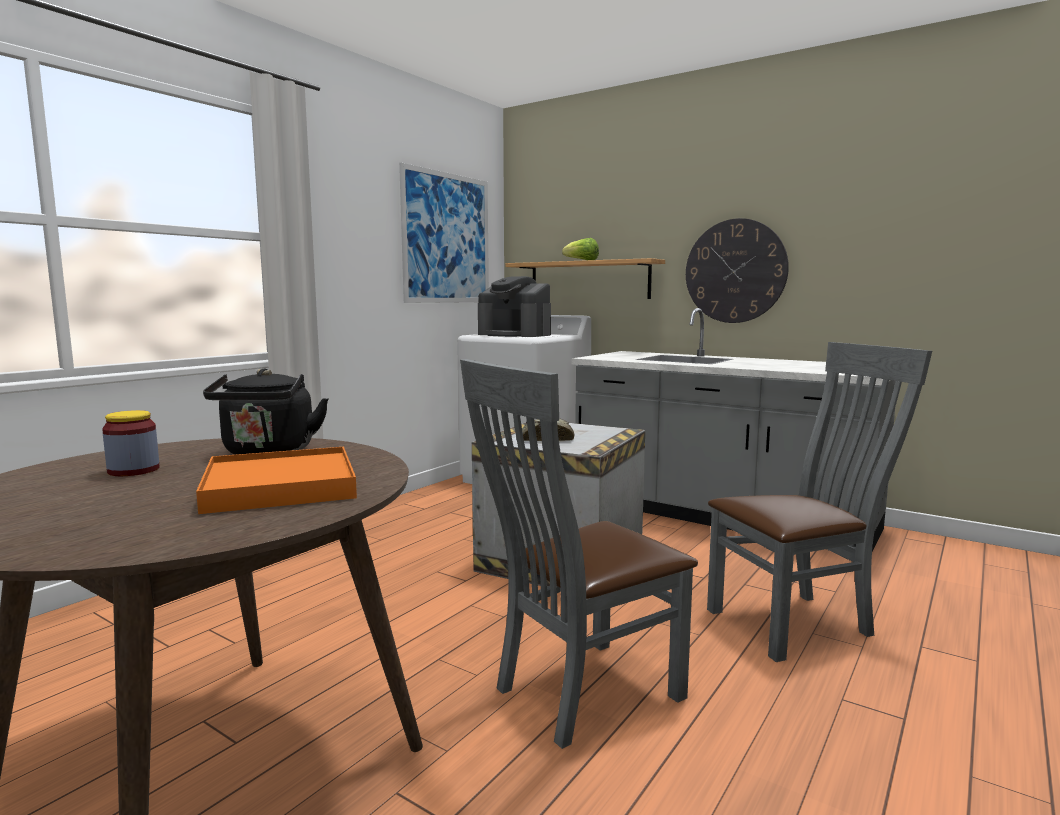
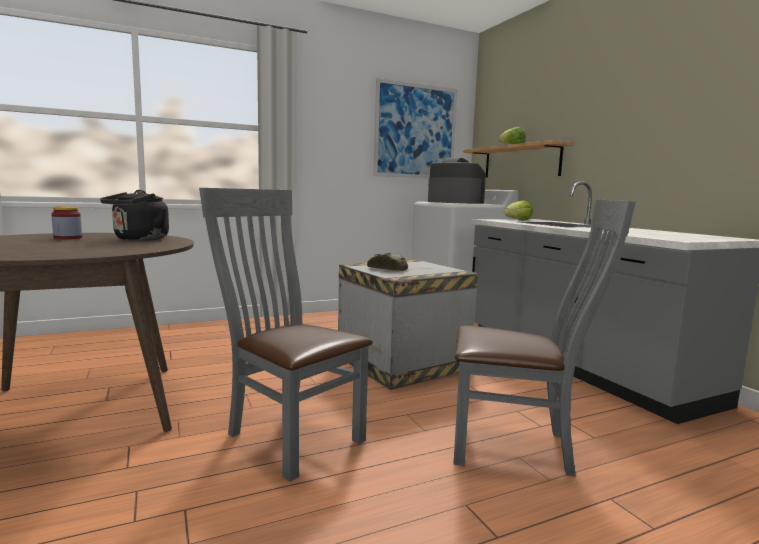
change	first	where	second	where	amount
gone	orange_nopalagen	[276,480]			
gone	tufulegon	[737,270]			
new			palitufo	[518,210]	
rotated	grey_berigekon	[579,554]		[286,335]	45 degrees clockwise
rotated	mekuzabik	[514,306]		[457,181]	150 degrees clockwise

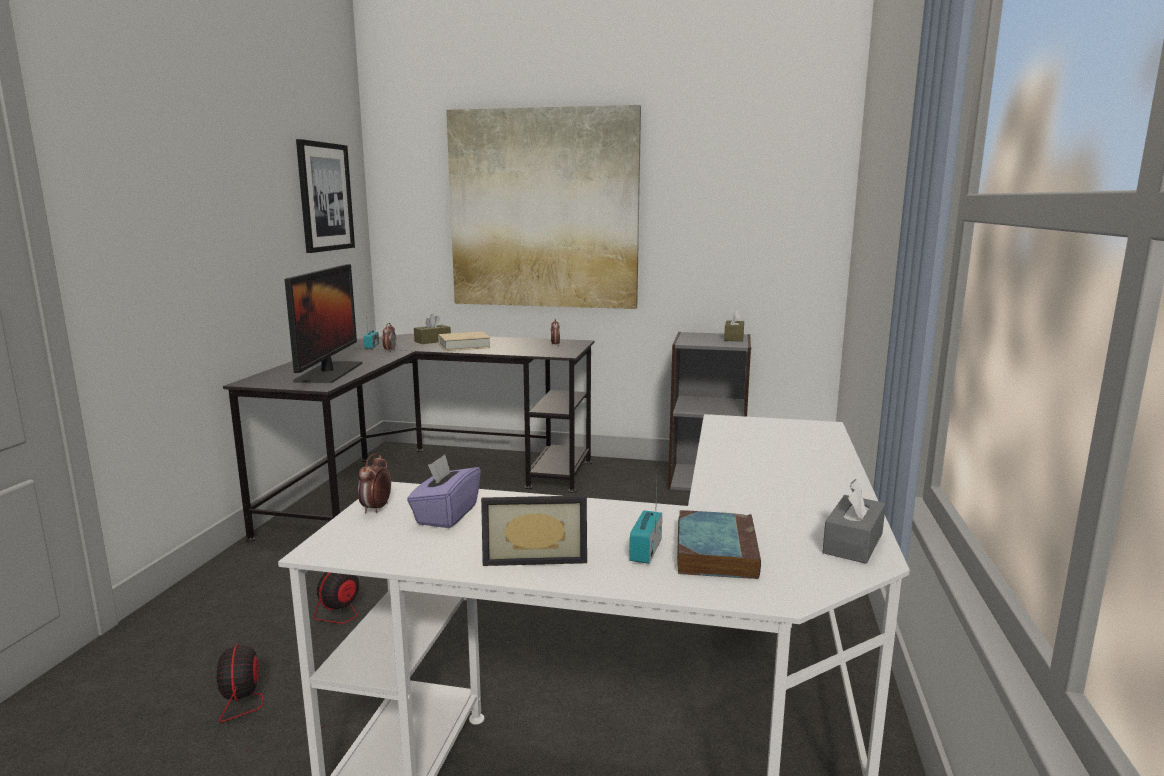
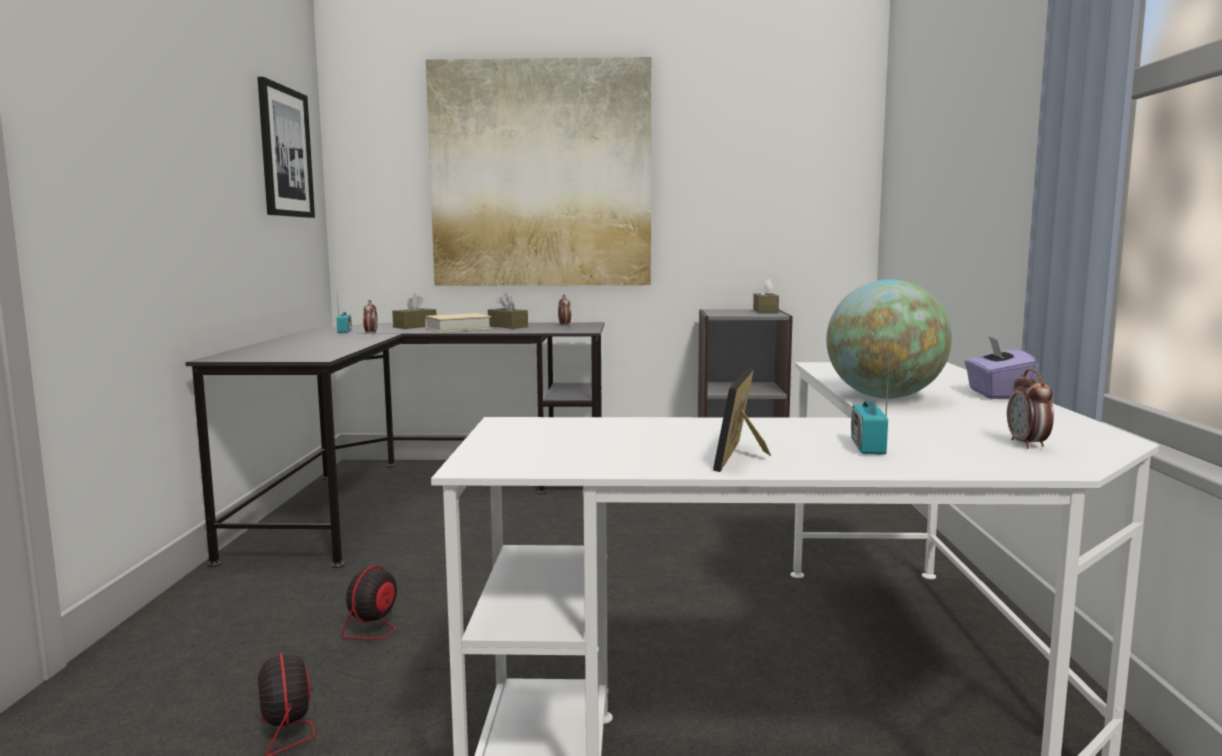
change	first	where	second	where	amount
gone	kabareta	[323,323]			
gone	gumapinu	[719,544]			
gone	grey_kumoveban	[854,521]			
new			brown_kumoveban	[508,311]	
new			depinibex	[889,339]	
shifted	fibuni	[374,483]		[1030,409]	
shifted	purple_kumoveban	[444,491]		[1001,367]	
rotated	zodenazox	[534,530]		[742,420]	120 degrees clockwise

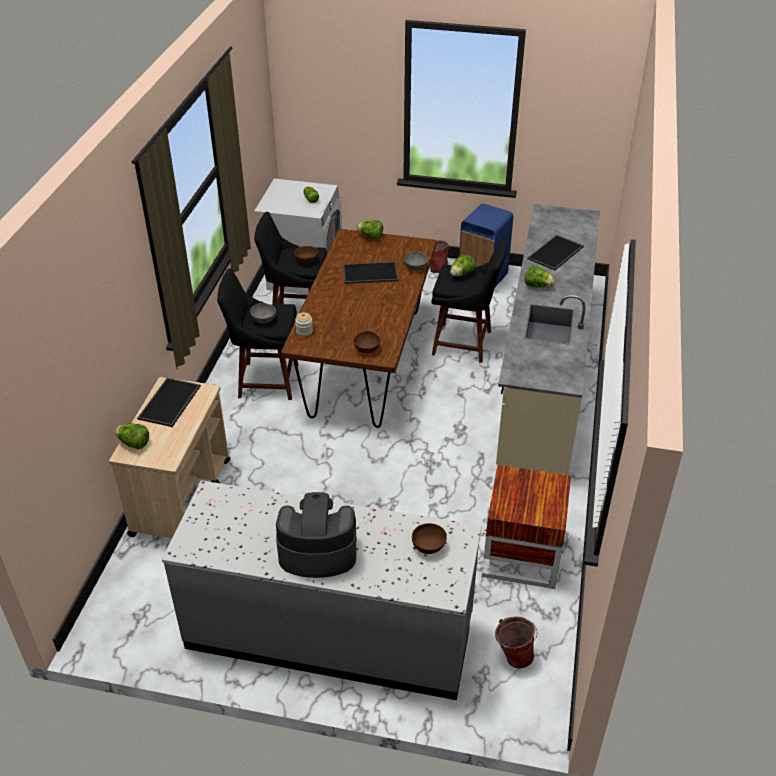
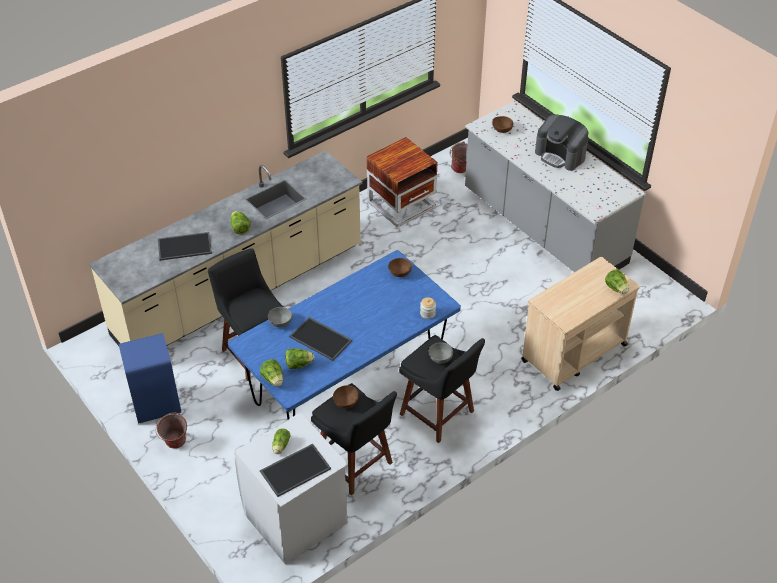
change	first	where	second	where	amount
shifted	nopalagen	[169,402]		[295,470]	
shifted	palitufo	[462,265]		[299,358]	
repainted	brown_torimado	[358,328]	blue_torimado	[344,334]	

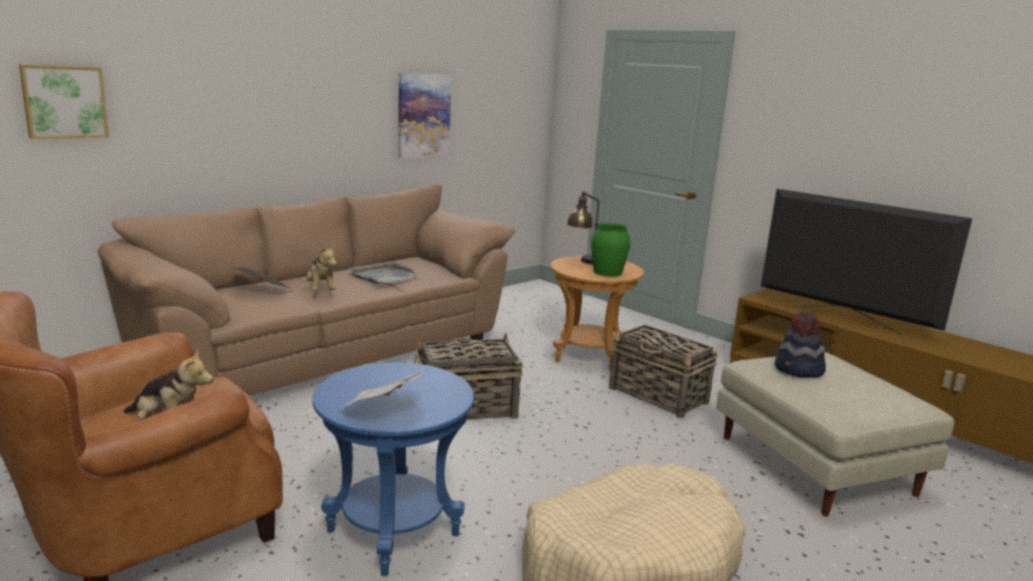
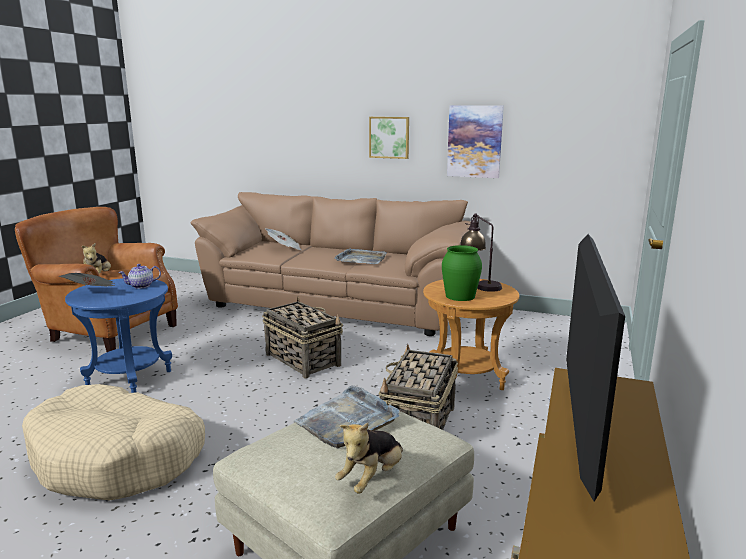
change	first	where	second	where	amount
new			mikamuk	[139,276]	
shifted	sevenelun	[64,101]		[389,138]	
shifted	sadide	[319,267]		[369,458]	
swapped	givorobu	[800,345]	grey_nopalagen	[346,417]	

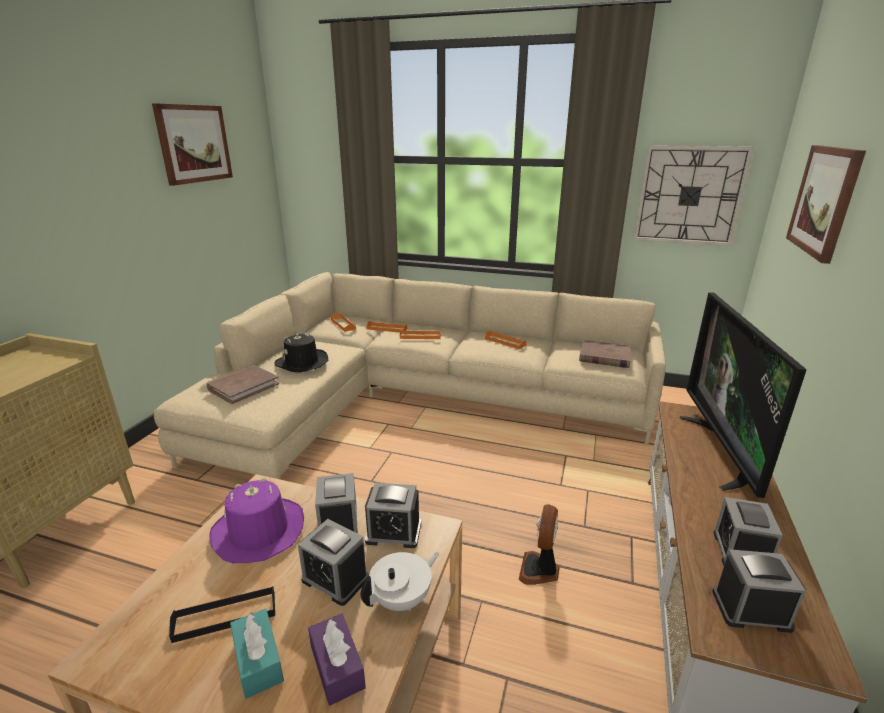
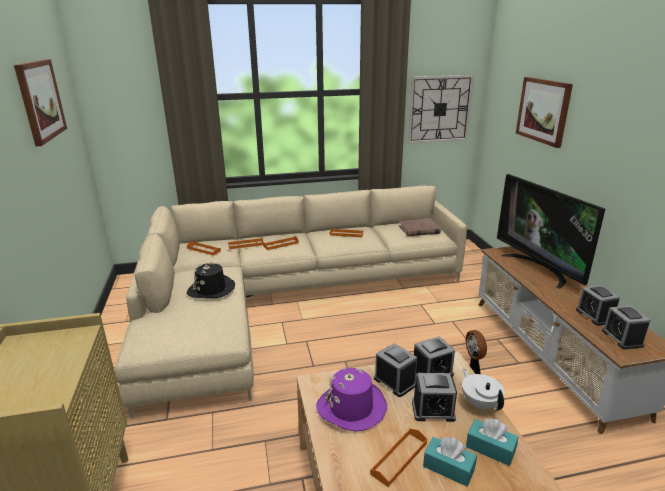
change	first	where	second	where	amount
gone	brown_gumapinu	[243,384]			
repainted	black_nopalagen	[222,614]	orange_nopalagen	[398,458]	
repainted	purple_kumoveban	[337,660]	turquoise_kumoveban	[492,442]	
rotated	white_mikamuk	[400,581]		[483,390]	45 degrees counterclockwise
rotated	fibuni	[759,591]		[626,328]	75 degrees counterclockwise

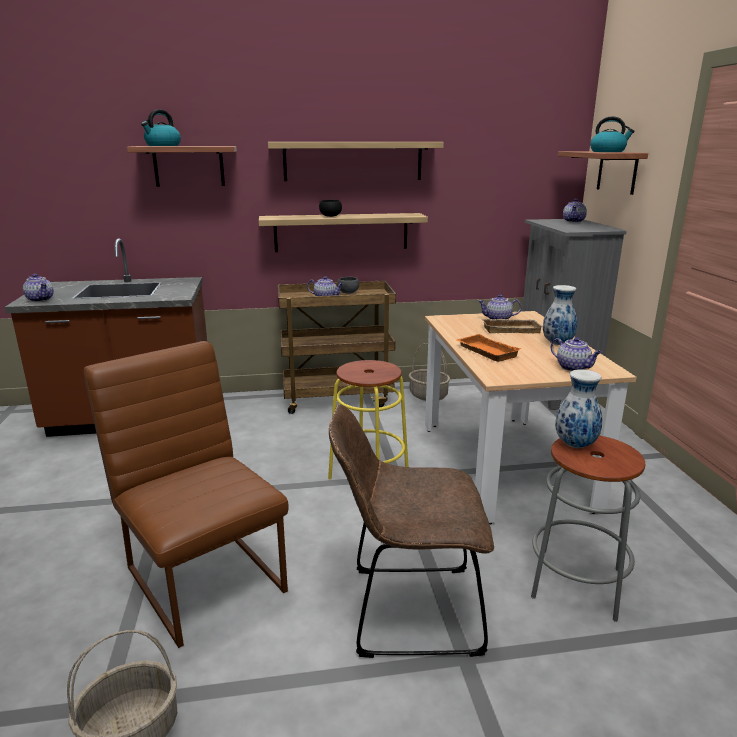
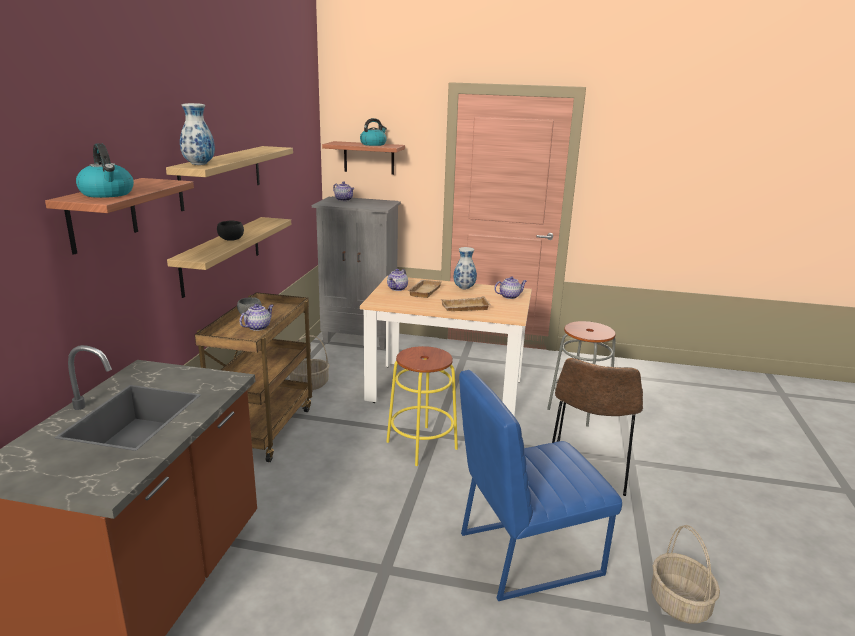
change	first	where	second	where	amount
gone	mikamuk	[38,288]			
shifted	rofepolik	[578,408]		[197,134]	
repainted	brown_berigekon	[186,494]	blue_berigekon	[540,485]	
repainted	orange_nopalagen	[489,348]	beige_nopalagen	[466,303]	

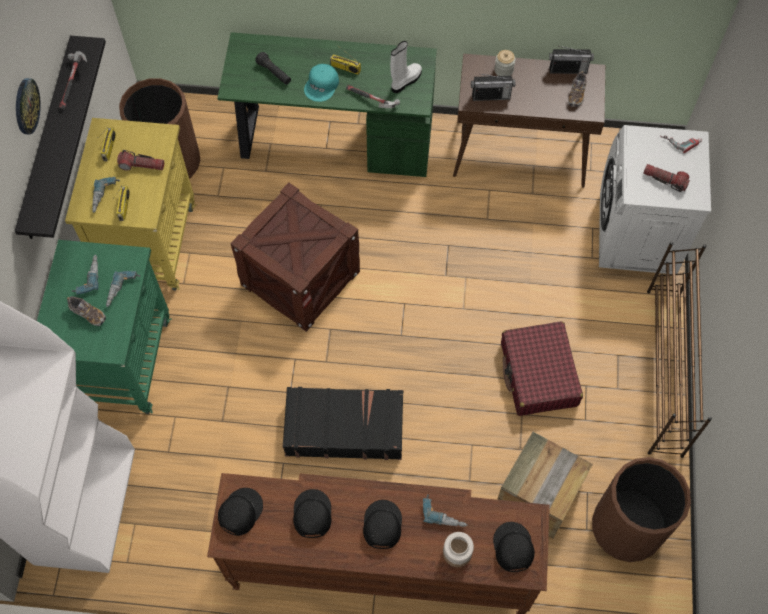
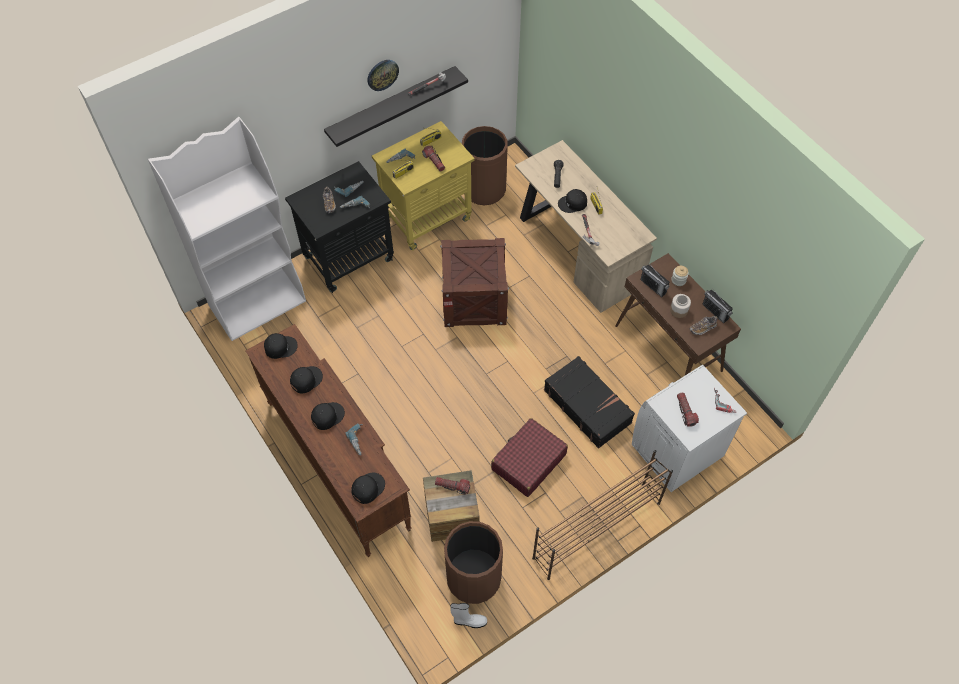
change	first	where	second	where	amount
new			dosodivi	[452,486]	
shifted	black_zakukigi	[343,423]		[589,402]	
shifted	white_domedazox	[406,67]		[468,615]	
shifted	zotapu	[458,549]		[680,306]	
repainted	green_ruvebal	[104,327]	black_ruvebal	[339,227]	
repainted	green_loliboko	[327,104]	beige_loliboko	[586,226]	
repainted	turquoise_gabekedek	[321,83]	black_gabekedek	[572,201]	

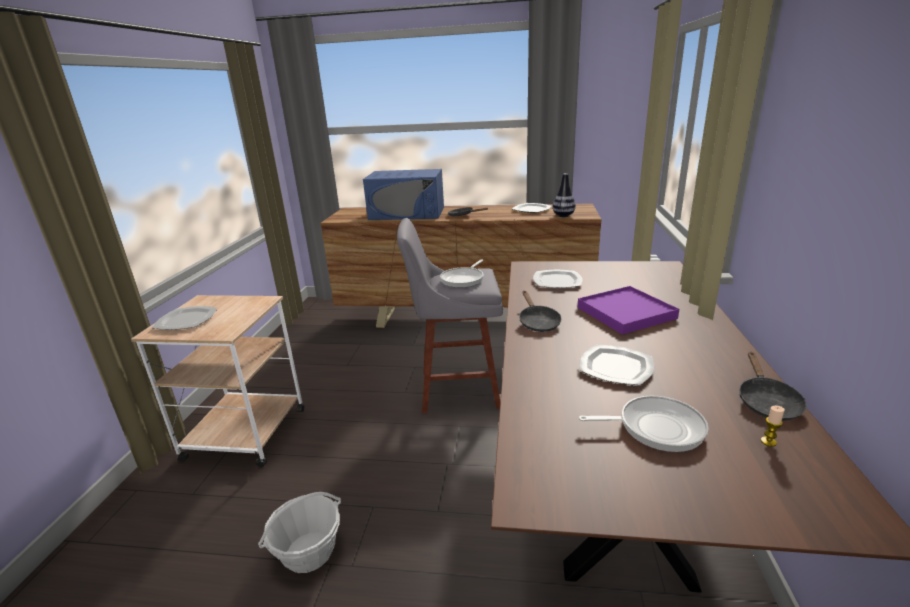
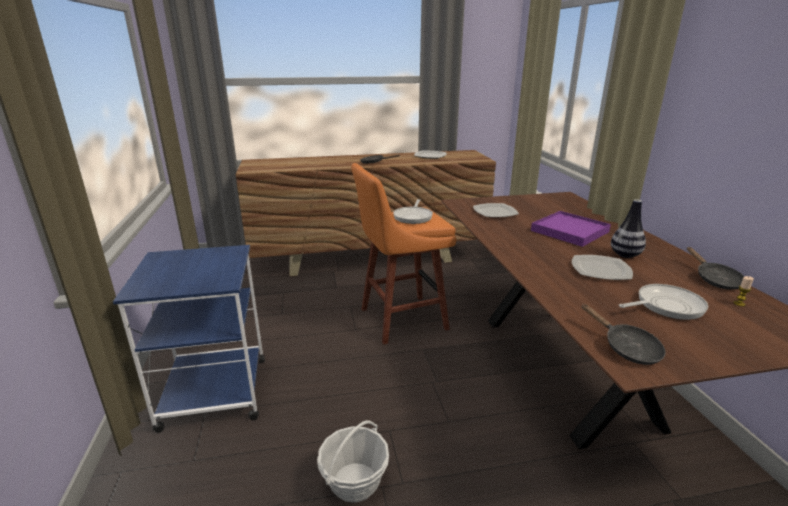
change	first	where	second	where	amount
gone	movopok	[184,318]			
gone	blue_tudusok	[403,194]			
shifted	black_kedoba	[540,311]		[624,334]	
shifted	rofepolik	[564,195]		[628,228]	
repainted	beige_ruvebal	[218,381]	blue_ruvebal	[189,339]	
repainted	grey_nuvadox	[450,315]	orange_nuvadox	[403,254]	

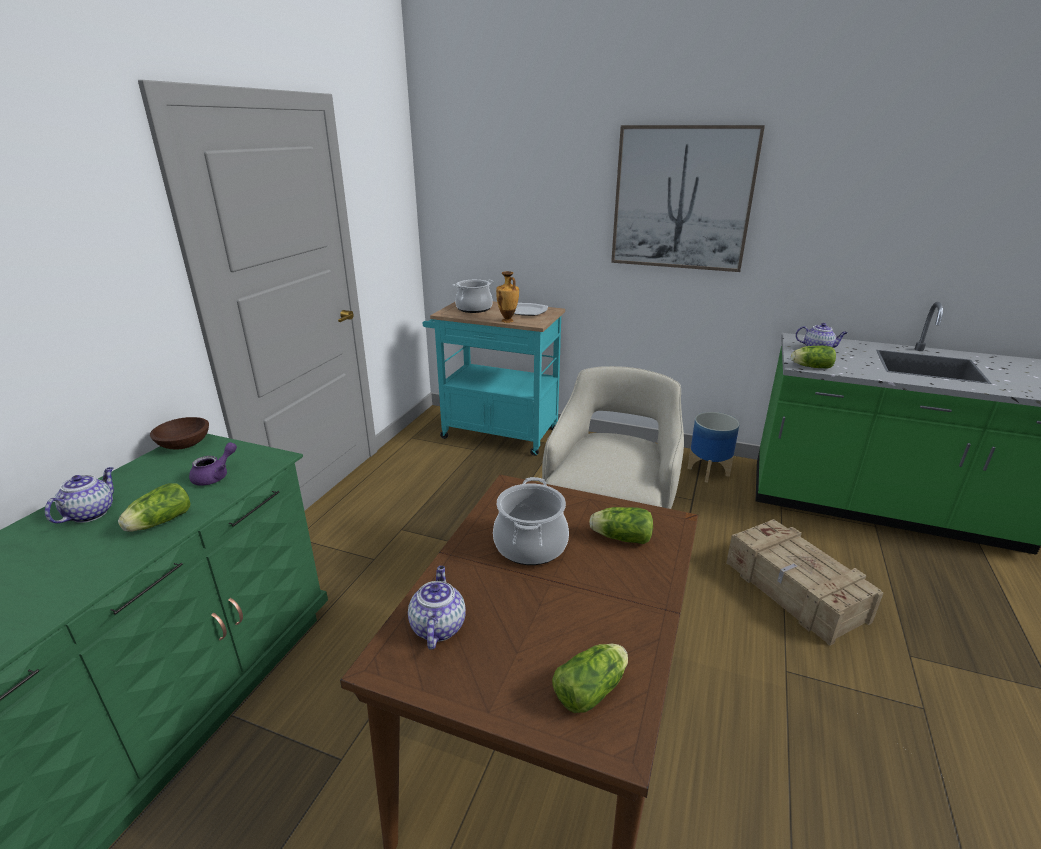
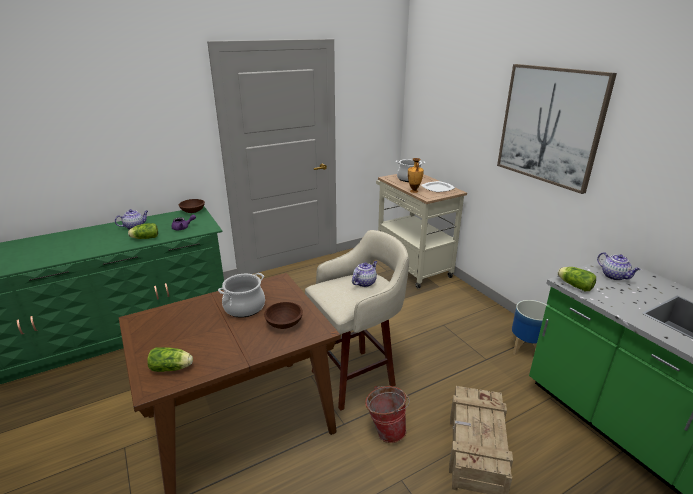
change	first	where	second	where	amount
new			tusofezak	[387,414]	
shifted	mikamuk	[437,608]		[364,274]	
swapped	palitufo	[621,525]	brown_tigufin	[283,315]	
repainted	turquoise_ruvebal	[493,378]	beige_ruvebal	[421,231]	

